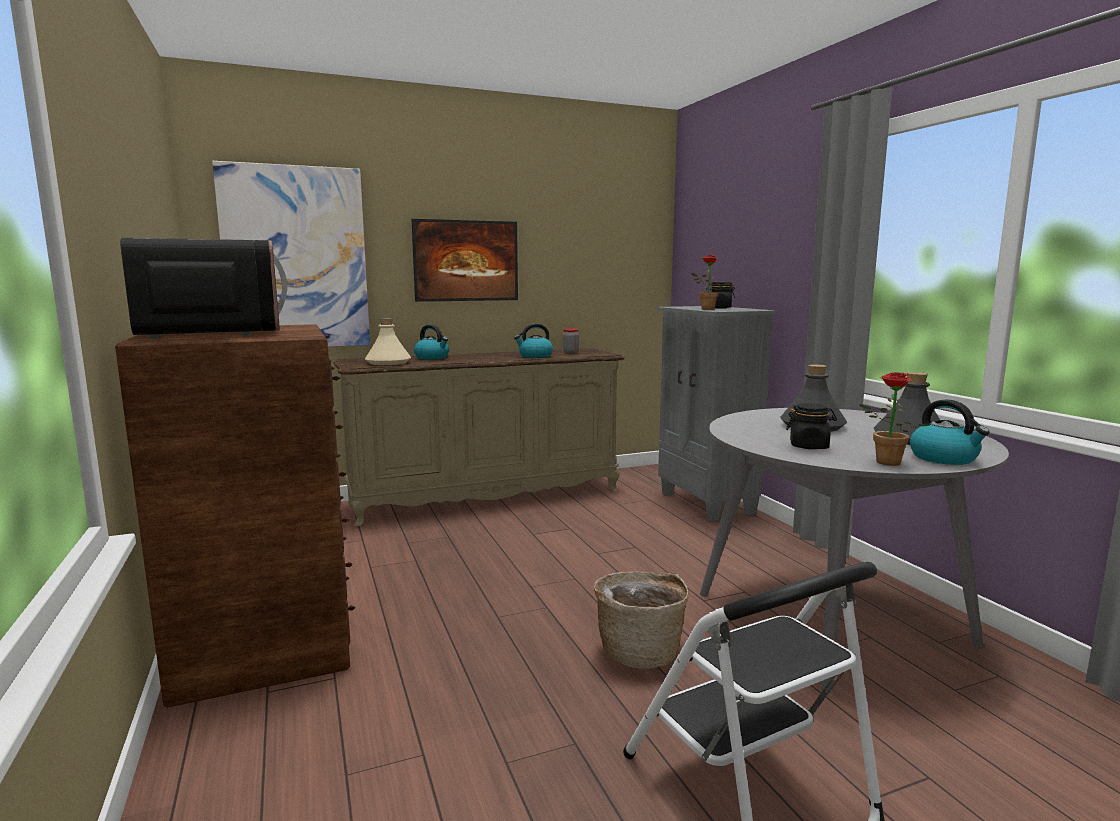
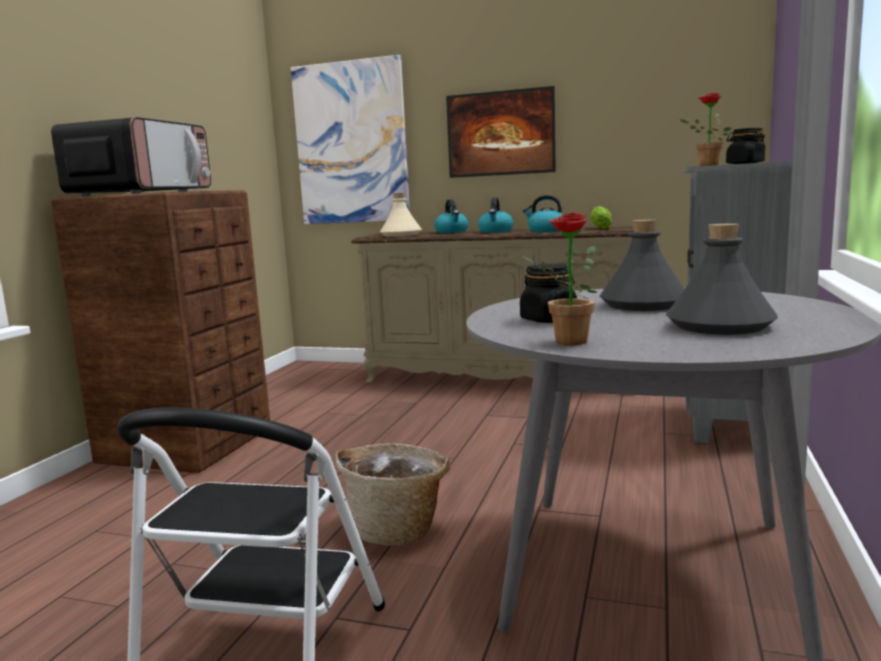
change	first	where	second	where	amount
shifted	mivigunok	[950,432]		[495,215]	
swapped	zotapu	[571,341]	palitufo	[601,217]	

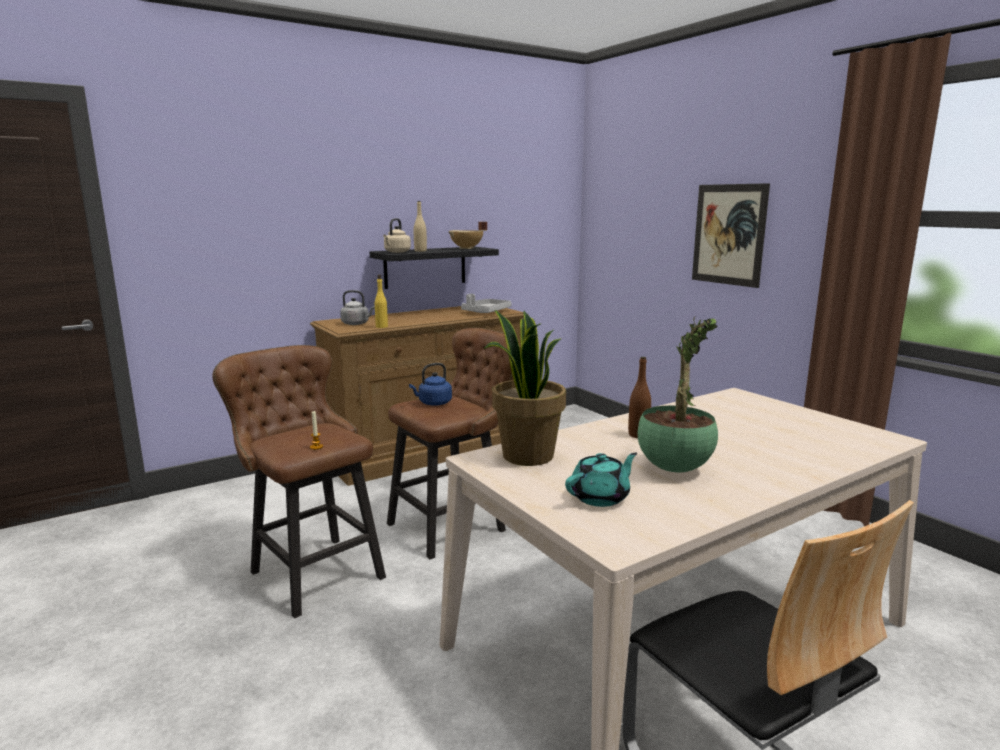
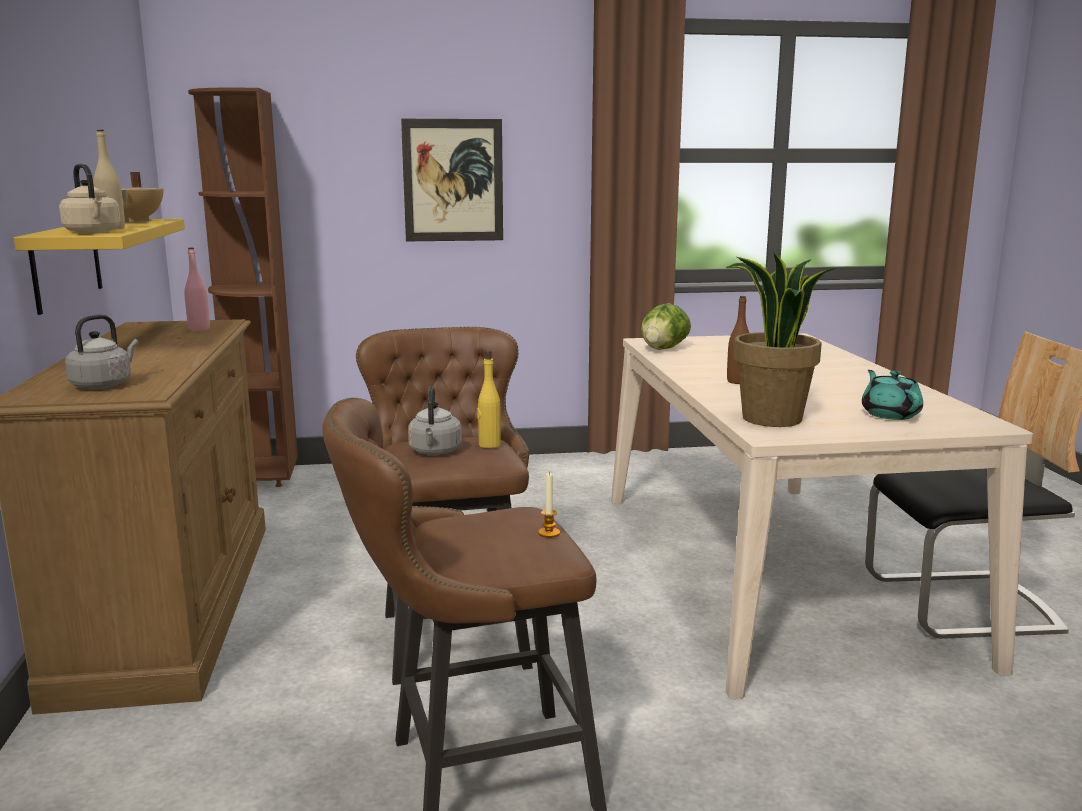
change	first	where	second	where	amount
gone	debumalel	[678,395]			
new			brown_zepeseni	[243,287]	
new			palitufo	[666,326]	
shifted	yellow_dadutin	[381,301]		[489,399]	
swapped	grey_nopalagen	[486,303]	pink_dadutin	[197,289]	
repainted	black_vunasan	[434,268]	yellow_vunasan	[99,267]	
repainted	blue_mivigunok	[430,384]	grey_mivigunok	[435,420]	

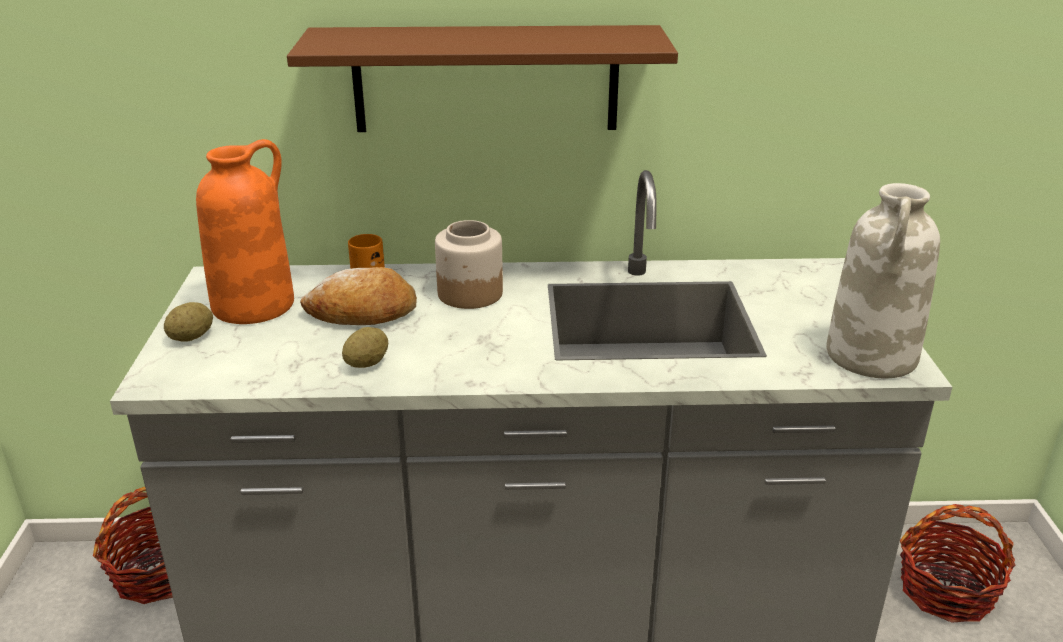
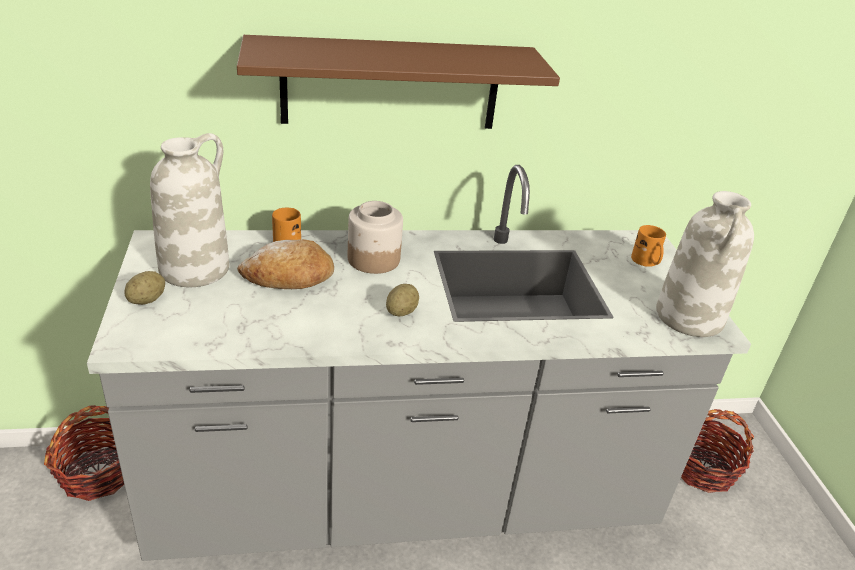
change	first	where	second	where	amount
new			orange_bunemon	[648,246]	
shifted	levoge	[365,347]		[402,300]	
repainted	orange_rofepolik	[245,231]	white_rofepolik	[189,210]	

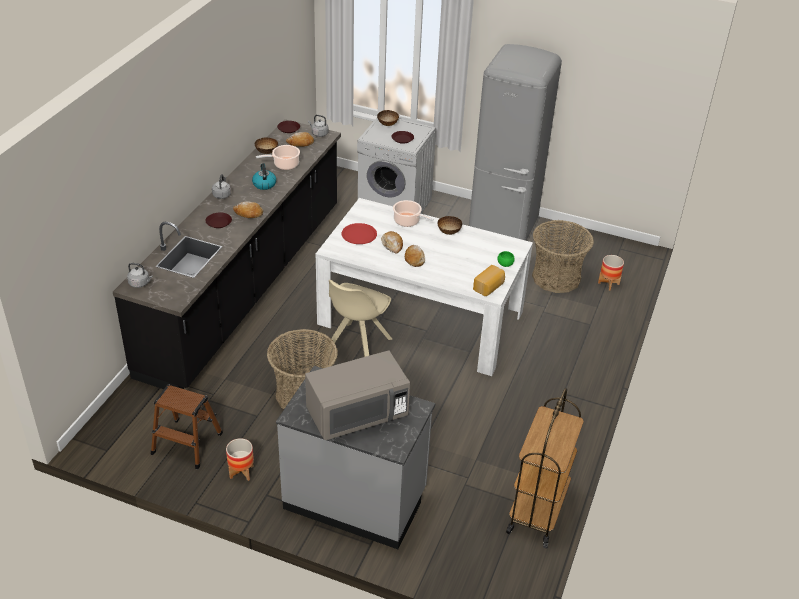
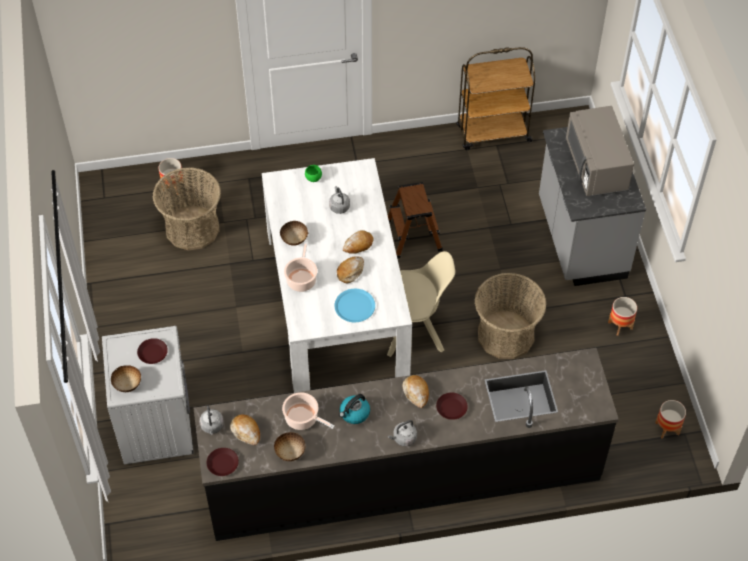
change	first	where	second	where	amount
gone	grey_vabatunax	[515,142]			
gone	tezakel	[489,280]			
new			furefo	[670,419]	
shifted	grey_mivigunok	[140,275]		[339,200]	
shifted	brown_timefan	[187,426]		[415,220]	
repainted	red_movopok	[359,233]	blue_movopok	[354,305]	
rotated	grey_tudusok	[357,395]		[600,151]	135 degrees counterclockwise

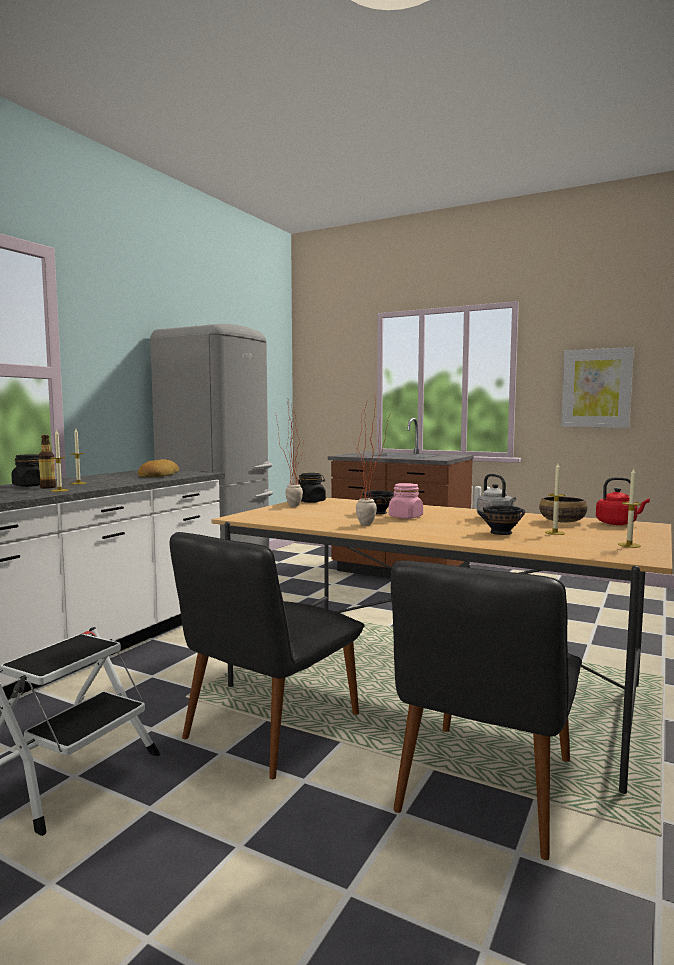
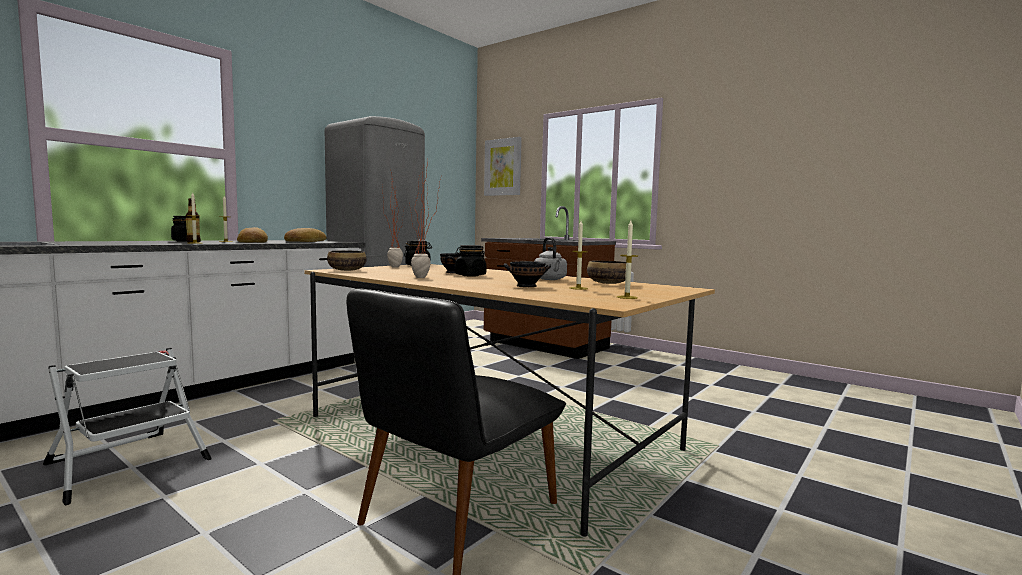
change	first	where	second	where	amount
gone	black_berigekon	[267,655]			
gone	red_mivigunok	[623,501]			
new			tezakel	[252,234]	
new			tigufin	[346,260]	
shifted	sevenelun	[597,387]		[503,166]	
repainted	pink_zotapu	[406,501]	black_zotapu	[470,261]	

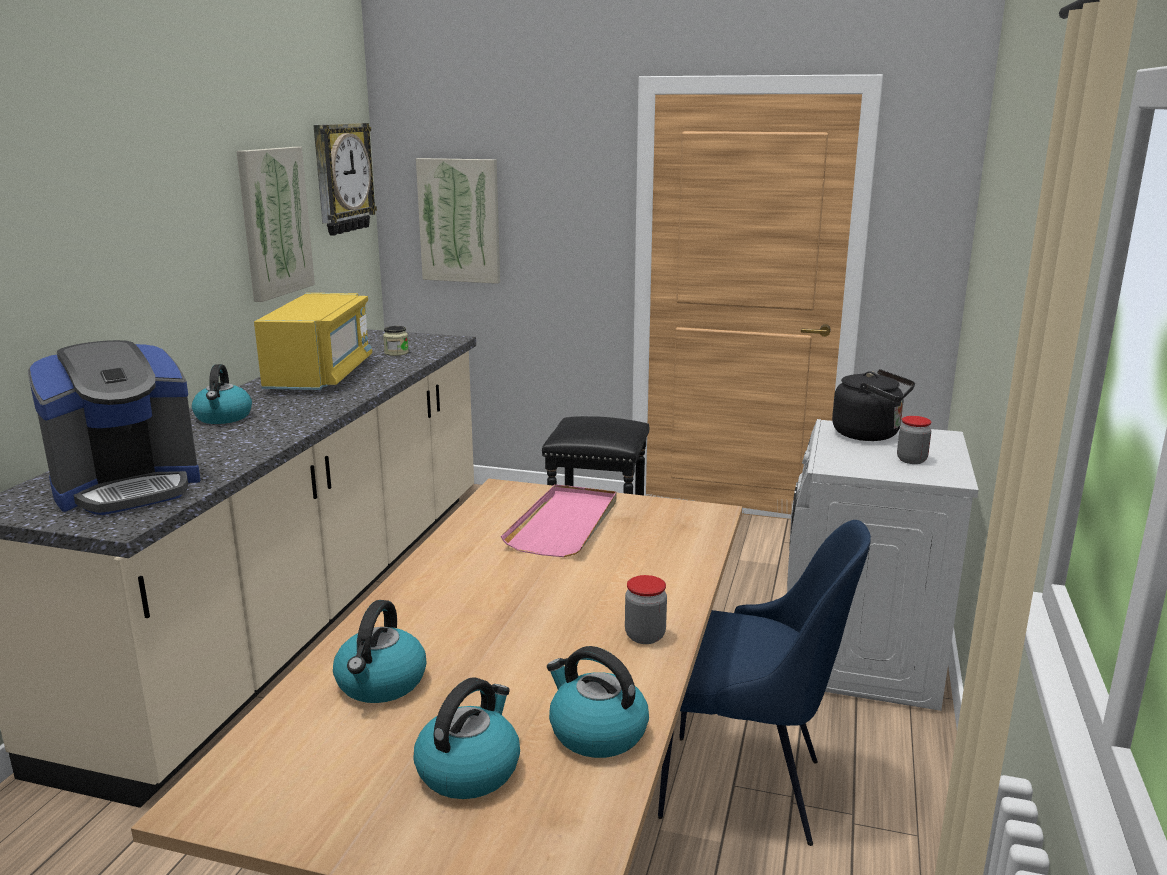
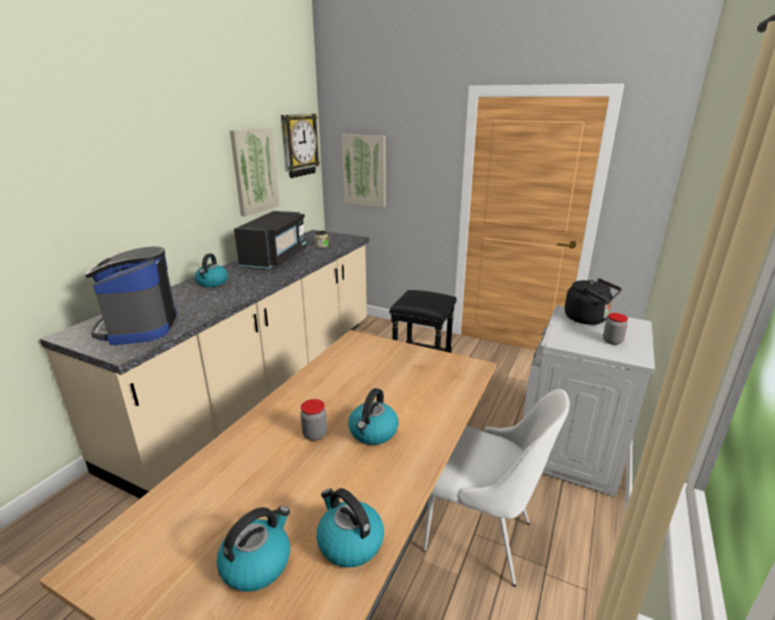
change	first	where	second	where	amount
gone	pink_nopalagen	[559,520]			
shifted	mivigunok	[379,651]		[373,416]	
shifted	zotapu	[646,609]		[314,420]	
repainted	yellow_tudusok	[313,341]	black_tudusok	[270,240]	
repainted	blue_berigekon	[764,683]	white_berigekon	[496,488]	
rotated	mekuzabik	[114,427]		[130,295]	105 degrees clockwise

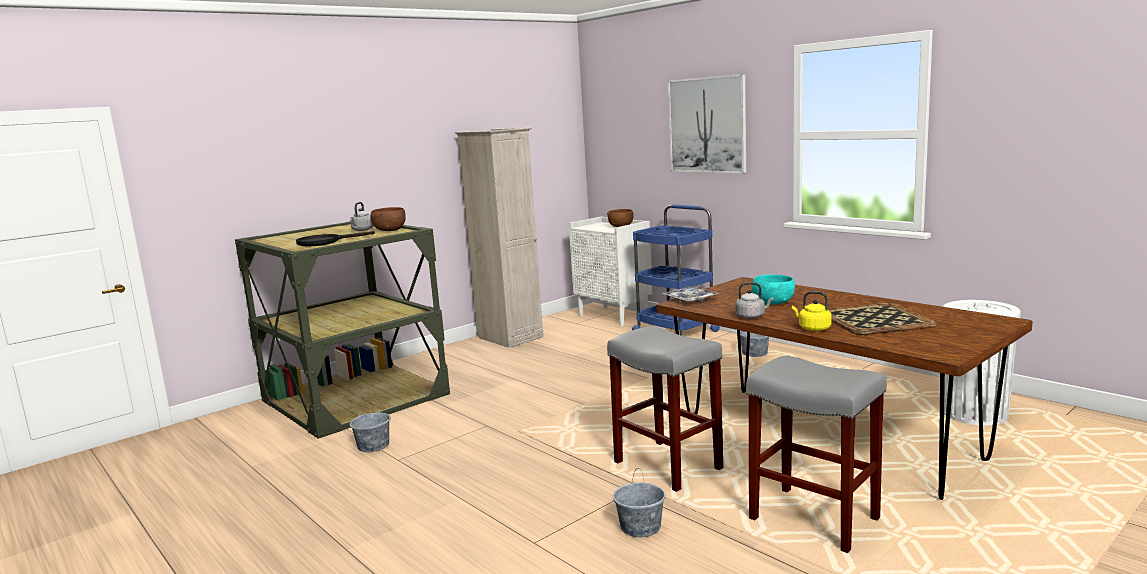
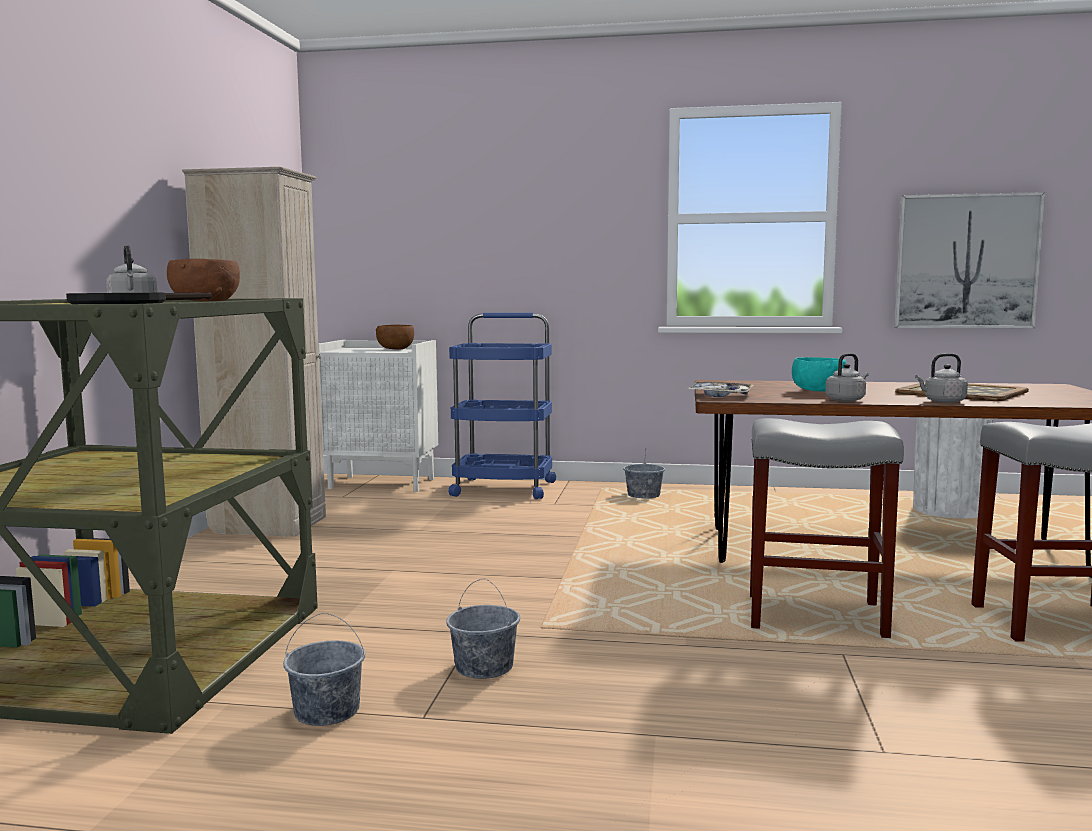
change	first	where	second	where	amount
shifted	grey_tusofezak	[639,502]		[483,629]	
shifted	sevenelun	[707,124]		[969,260]	
repainted	yellow_mivigunok	[812,311]	grey_mivigunok	[941,378]	

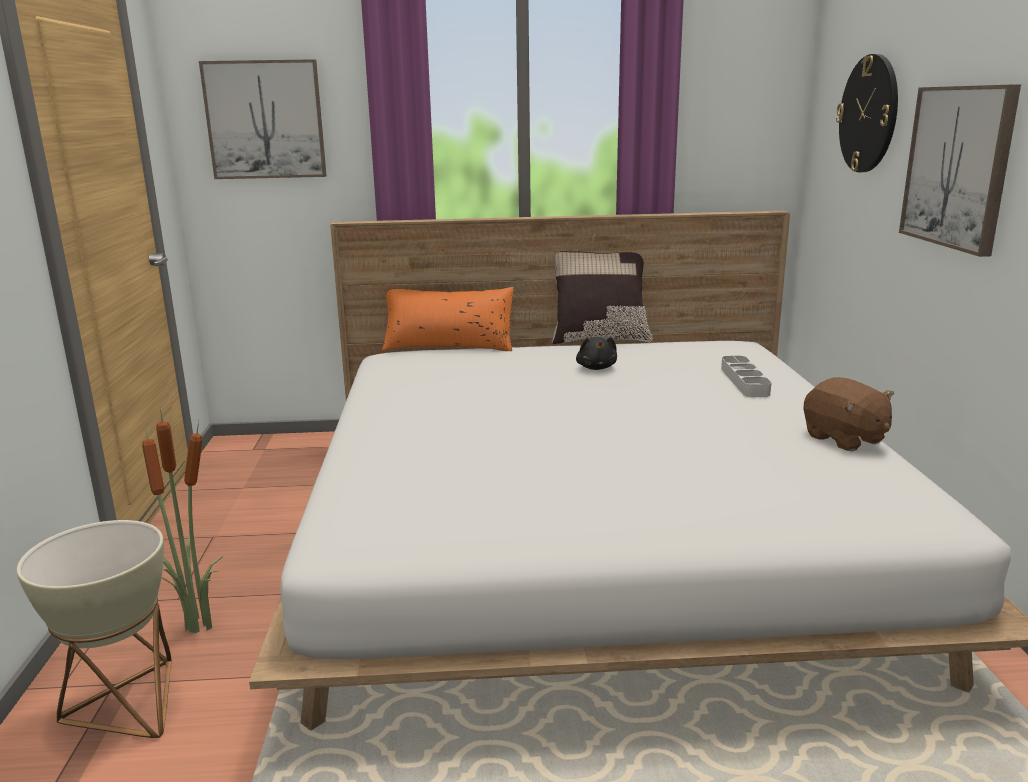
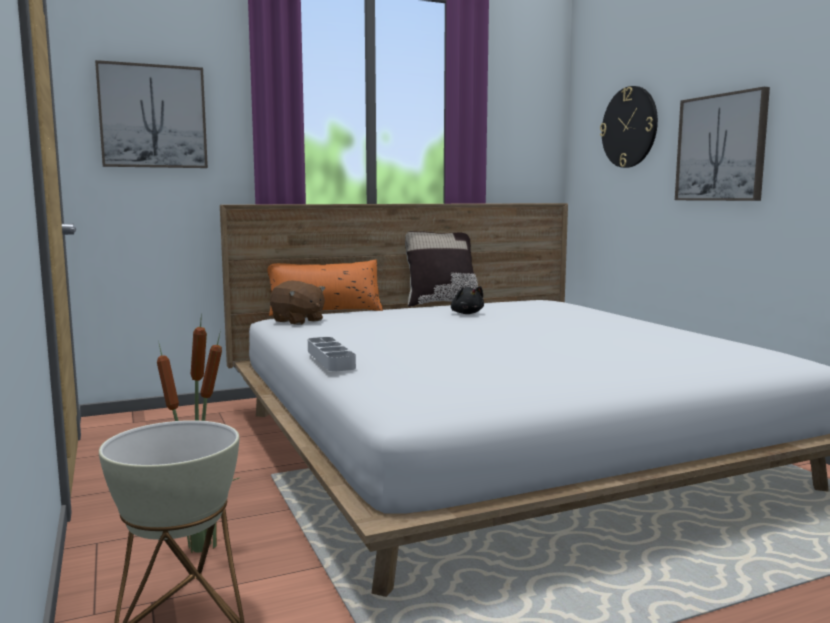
change	first	where	second	where	amount
shifted	grey_nopalagen	[746,376]		[332,354]	
shifted	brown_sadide	[849,414]		[297,303]	

